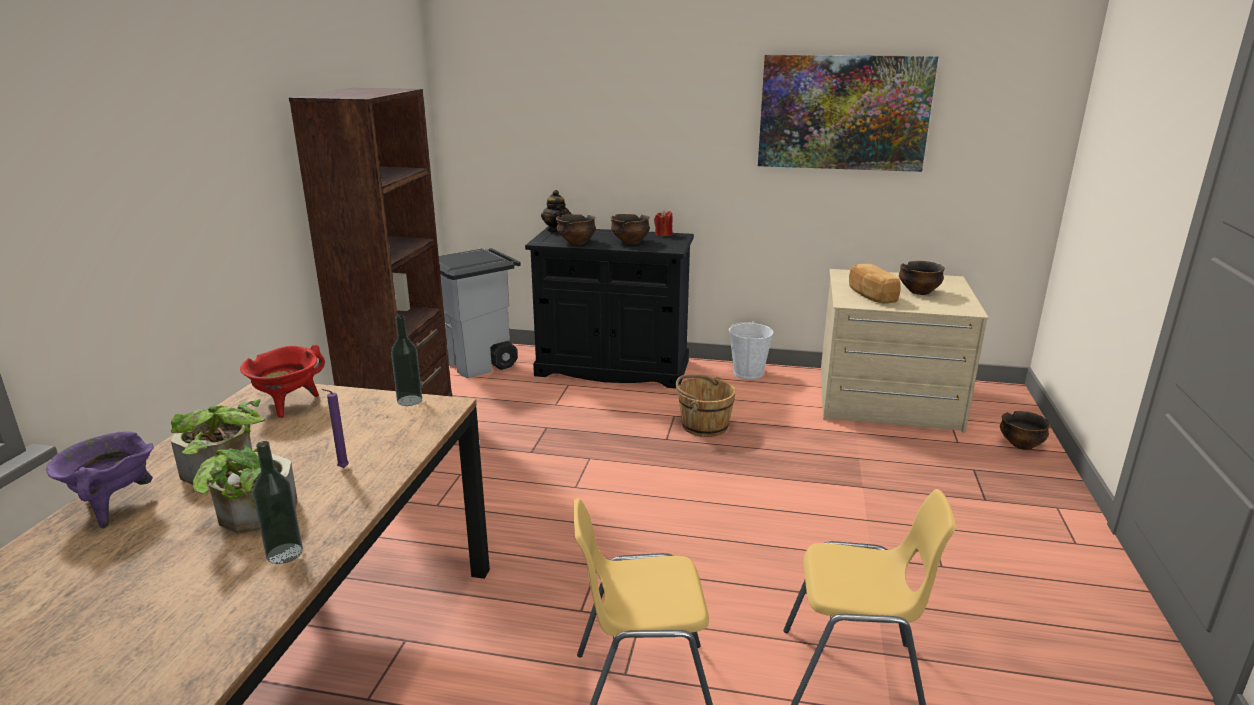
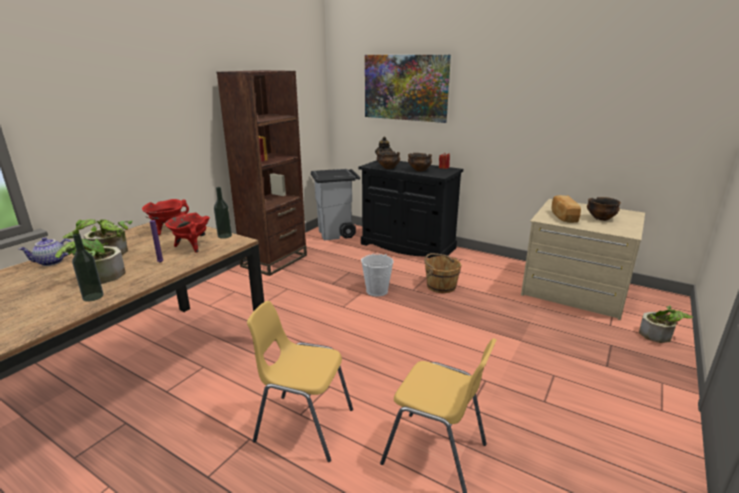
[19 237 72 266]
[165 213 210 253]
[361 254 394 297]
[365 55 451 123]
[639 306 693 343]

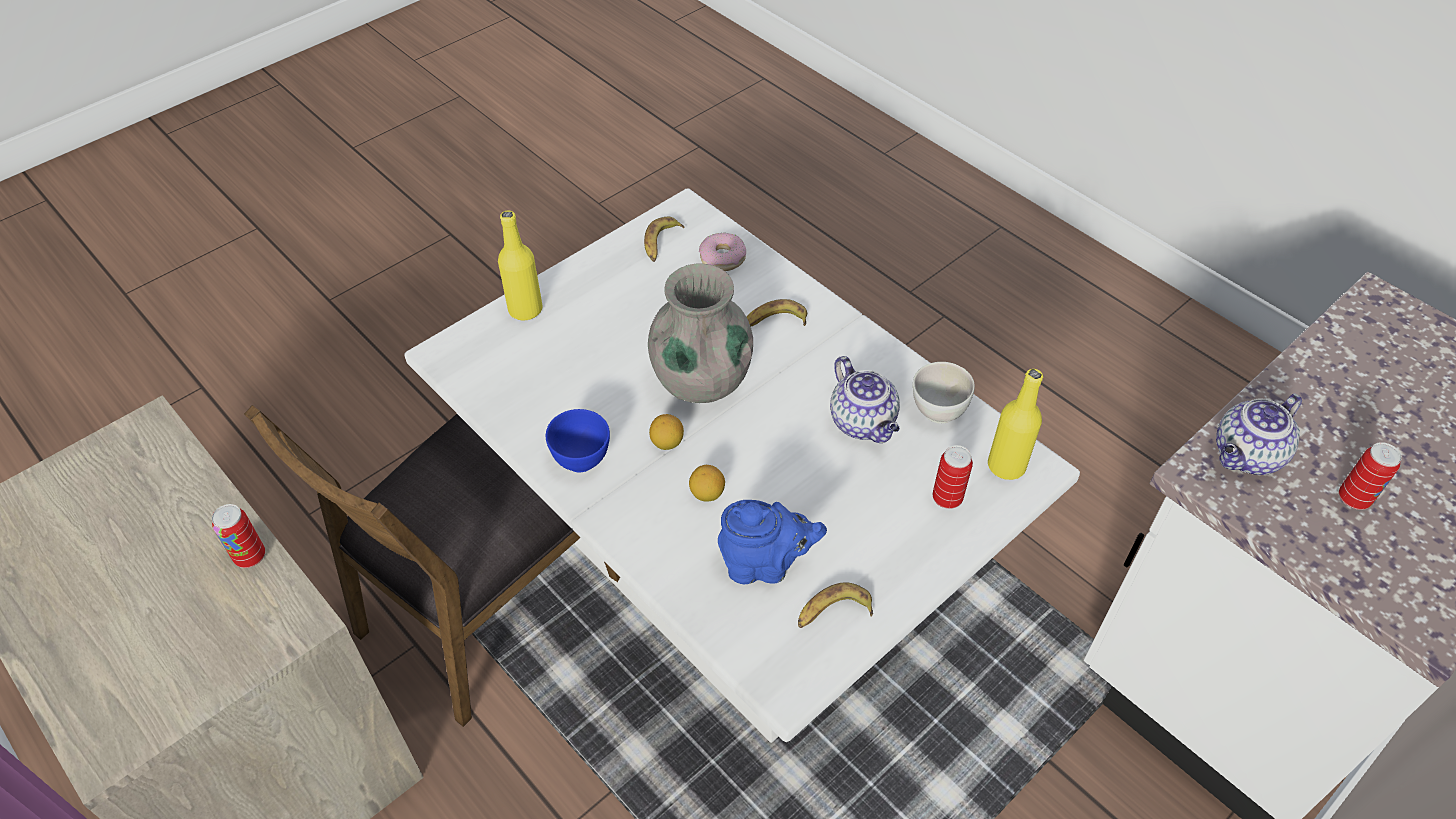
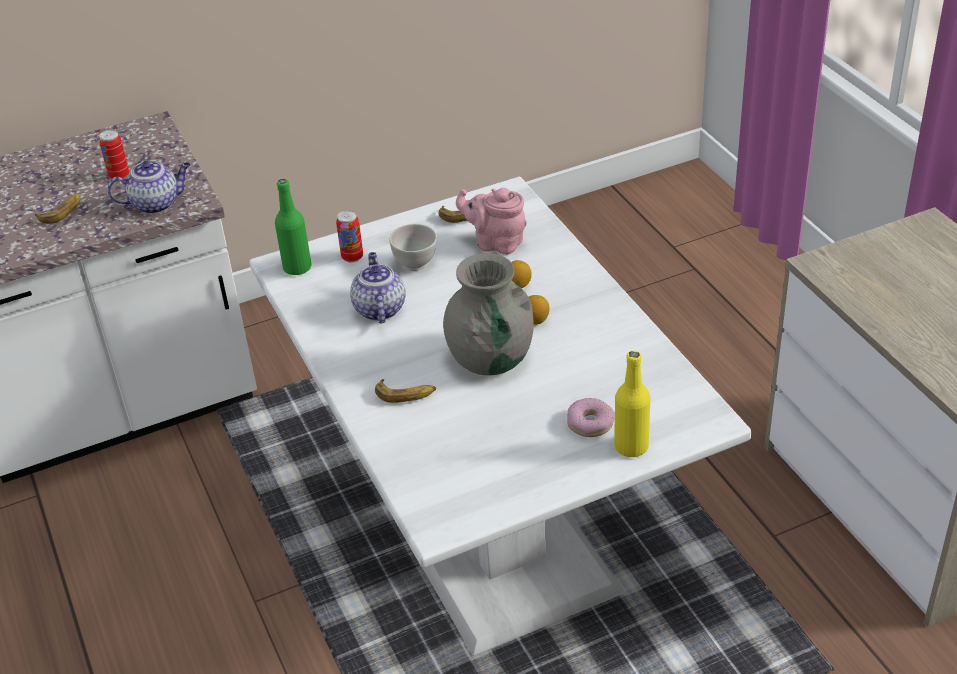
[35 194 81 224]
[275 179 311 276]
[390 224 437 271]
[456 188 527 255]
[567 398 615 437]
[212 504 265 568] (first image)
[244 405 620 727] (first image)
[546 409 610 472] (first image)

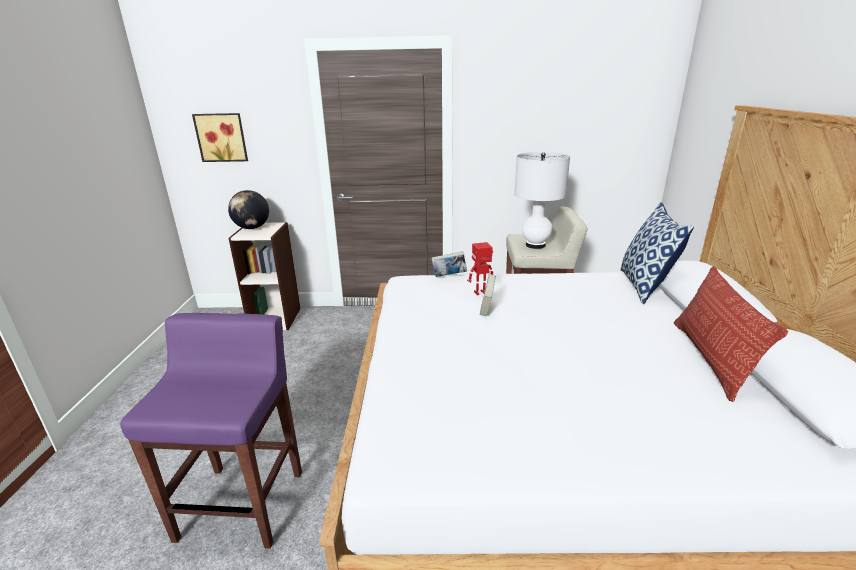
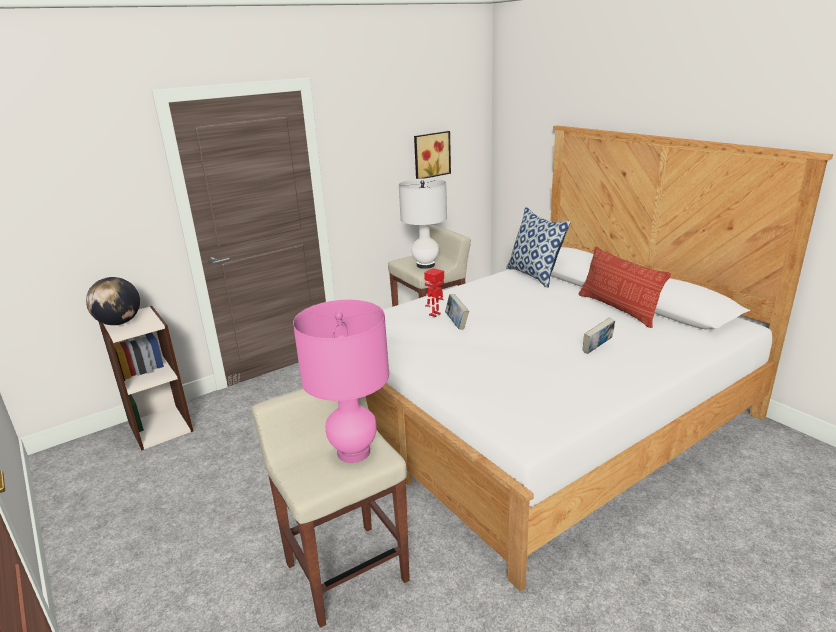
[252 388 410 628]
[293 300 389 463]
[414 131 451 179]
[583 317 615 354]

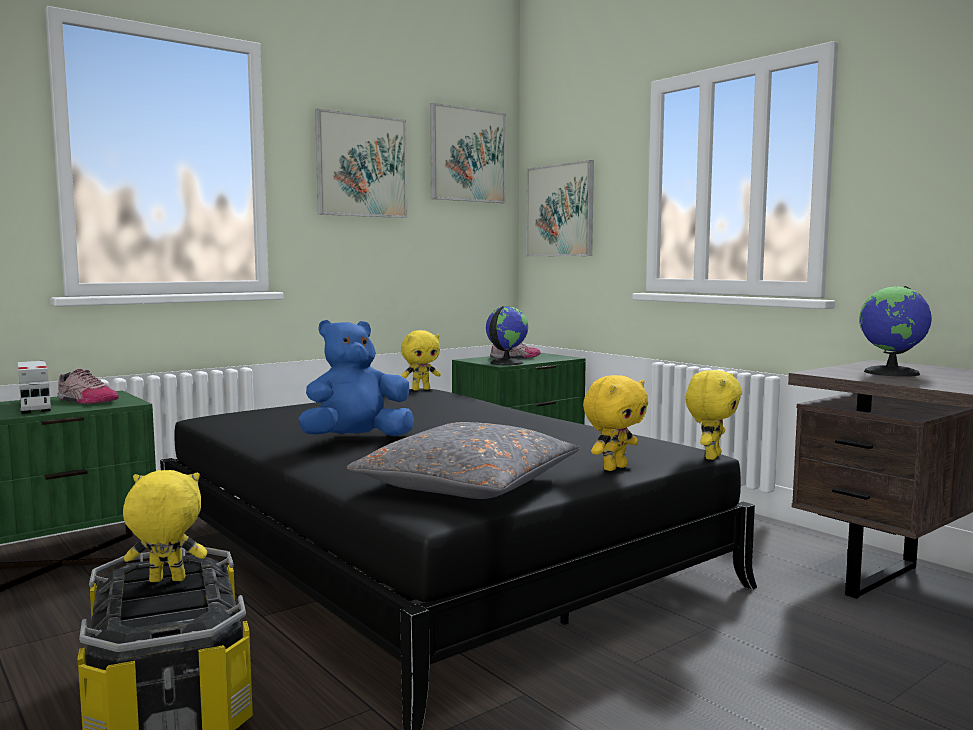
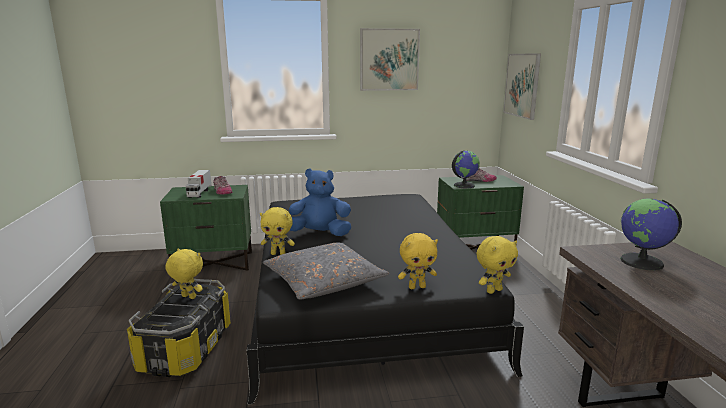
[260 207 295 255]
[430 103 506 203] (first image)

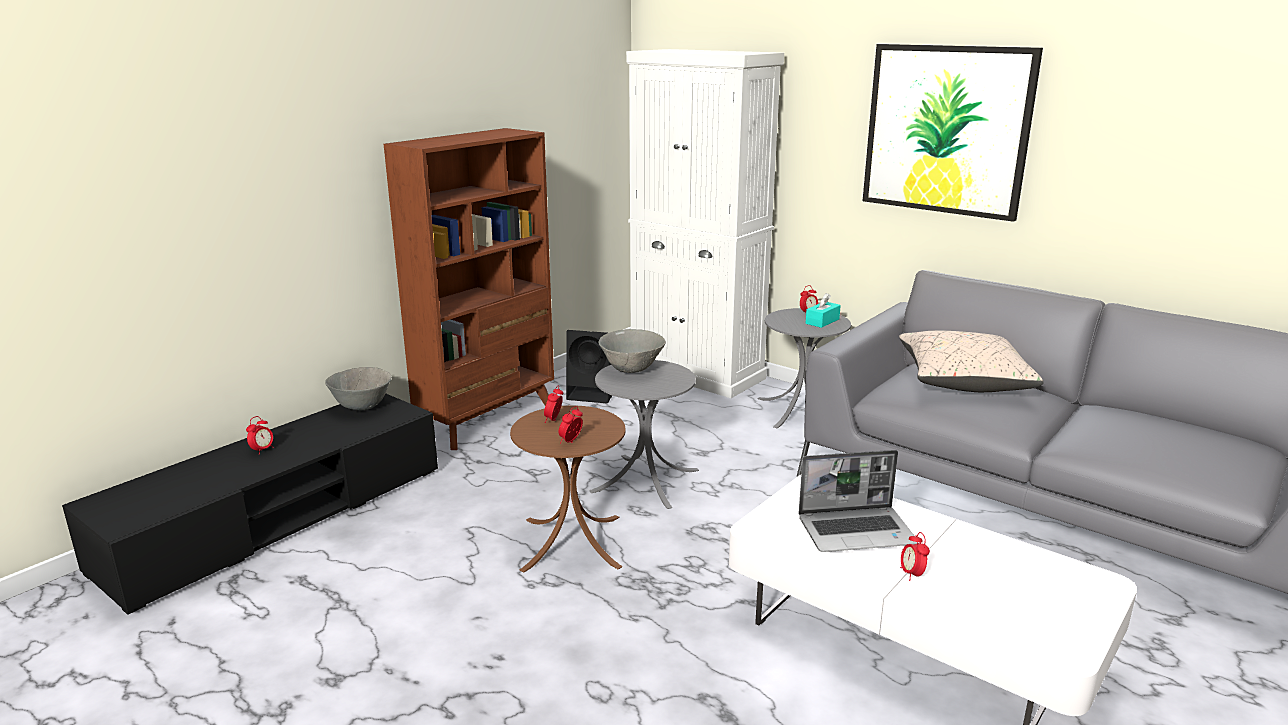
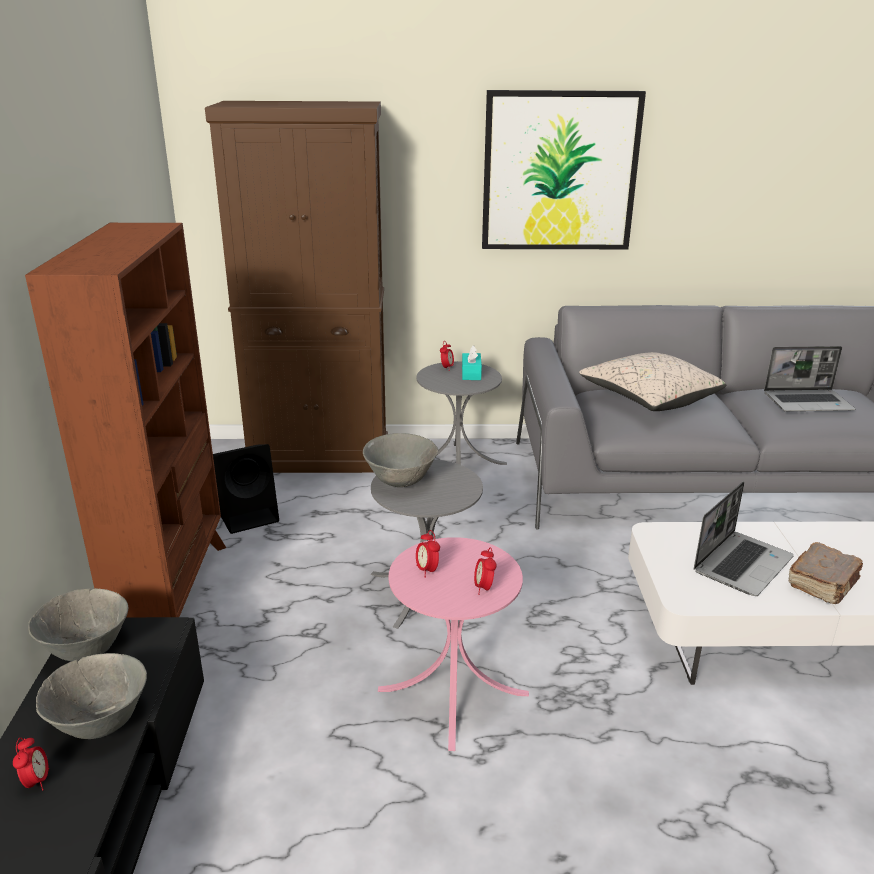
[36 653 147 739]
[205 101 388 473]
[378 537 529 751]
[764 346 855 411]
[789 542 863 604]

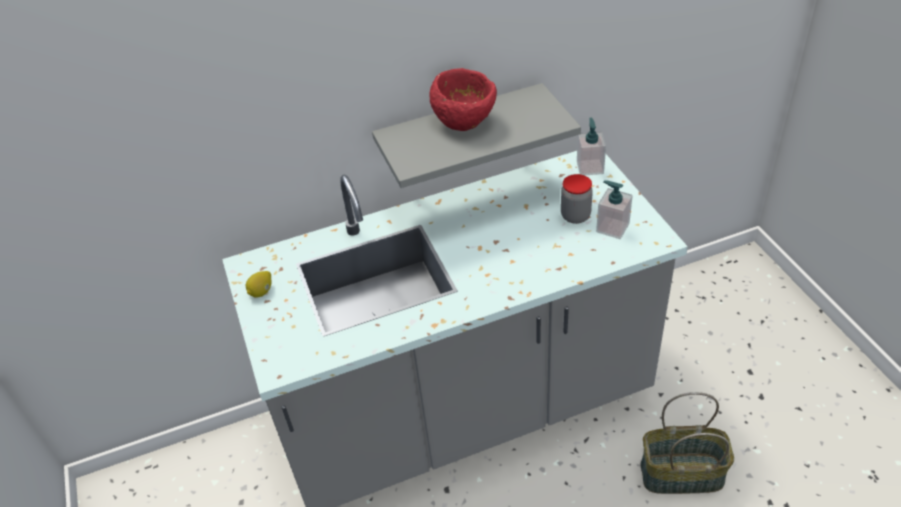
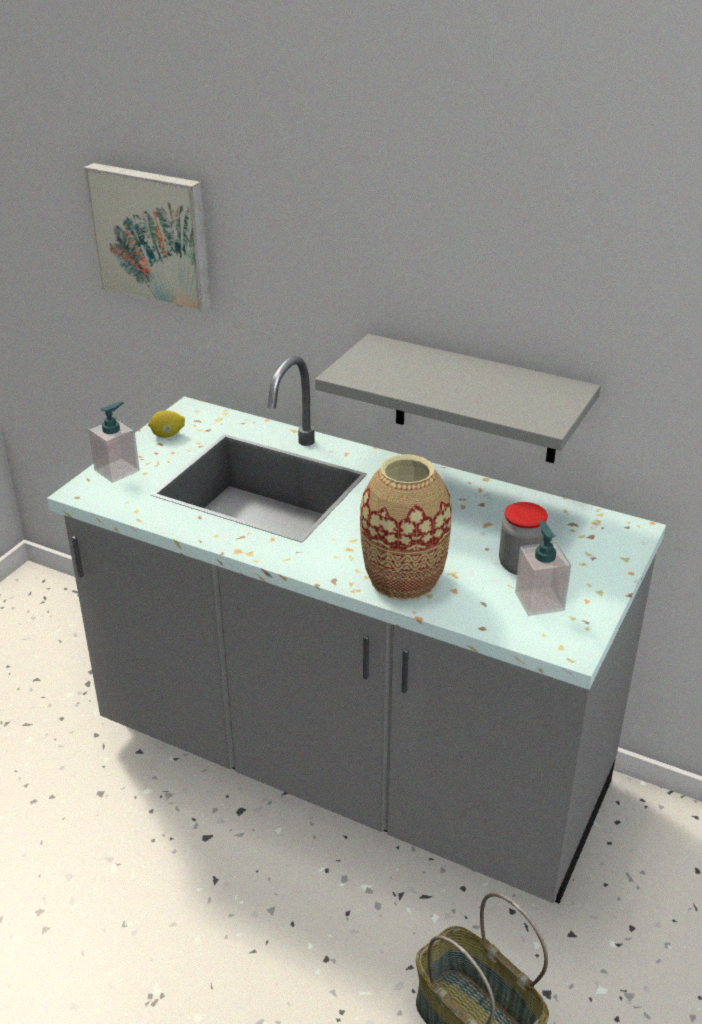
[84 163 211 313]
[88 401 140 483]
[360 455 452 600]
[430 68 497 131] (first image)

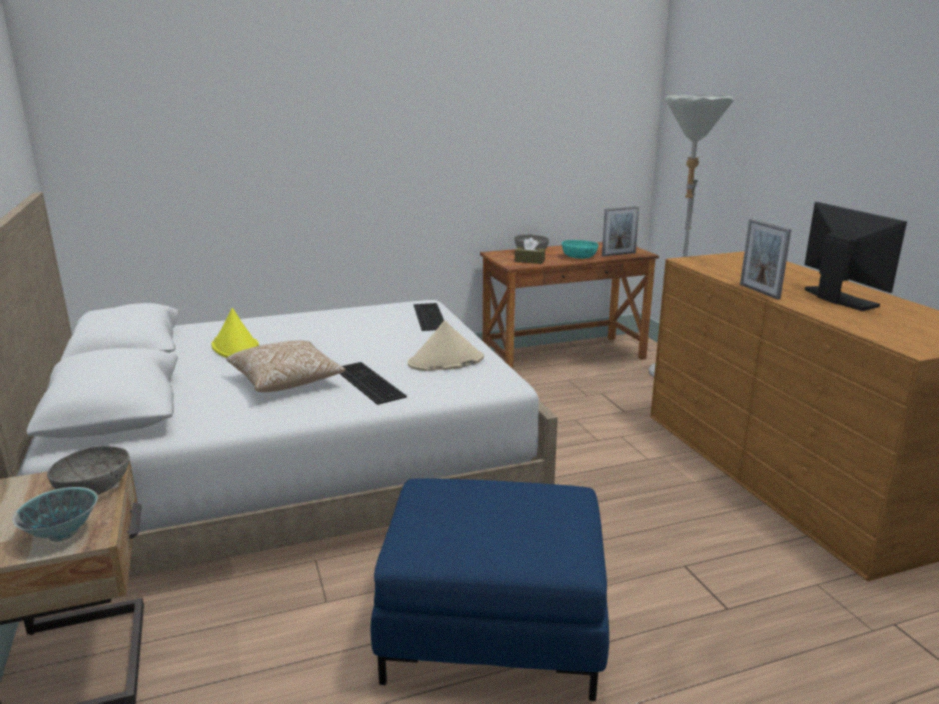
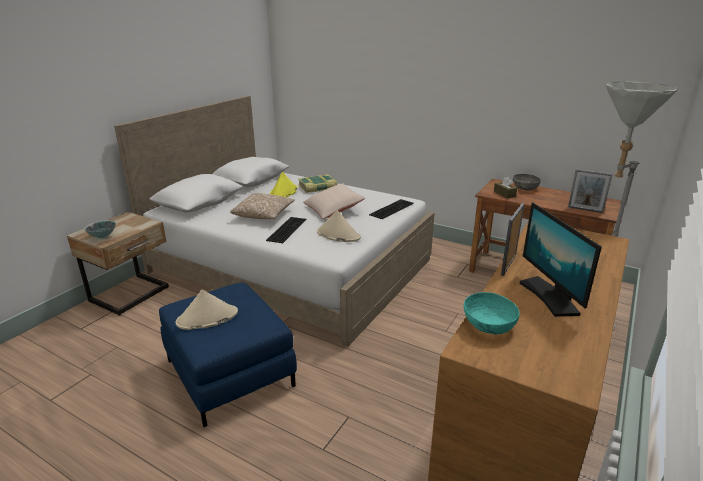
[175 290 238 330]
[298 174 338 193]
[303 183 365 219]
[464 292 520 334]
[519 202 602 317]
[47 446 129 495] (first image)

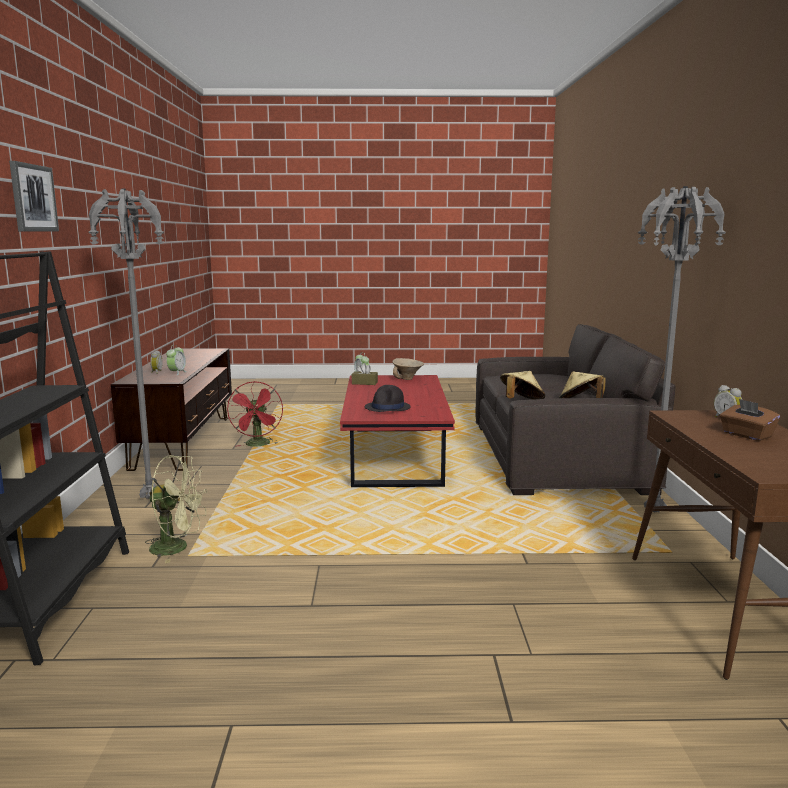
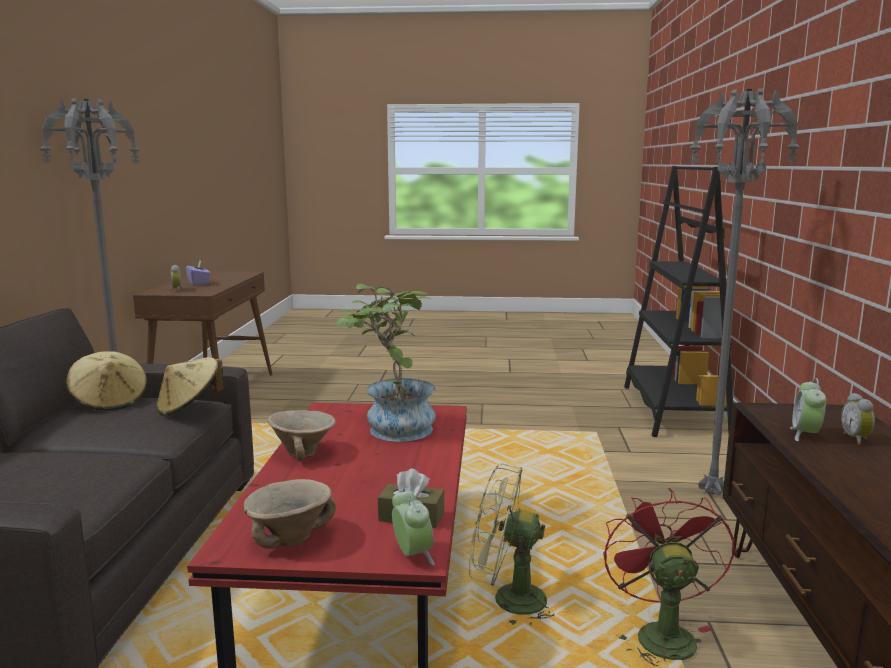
[186 260 211 286]
[267 410 336 461]
[336 284 436 442]
[469 463 554 626]
[9 161 59 231] (first image)

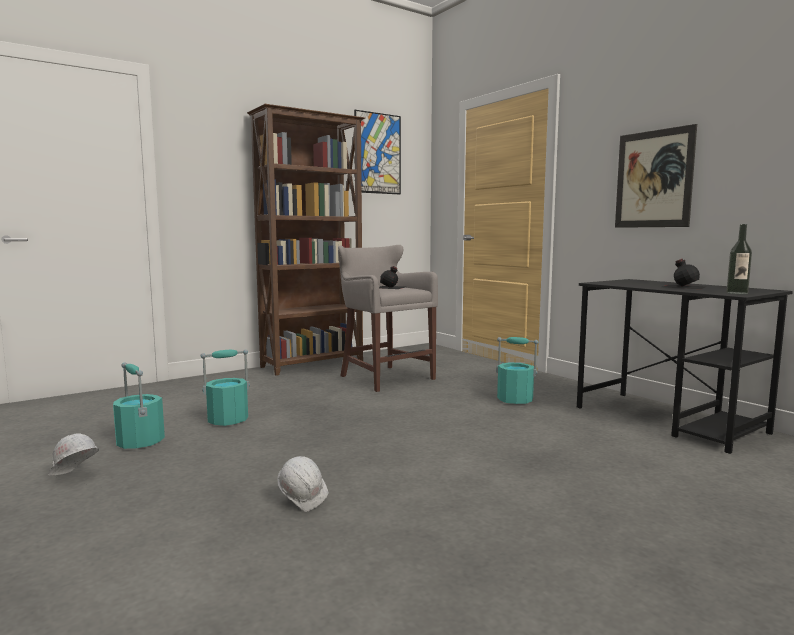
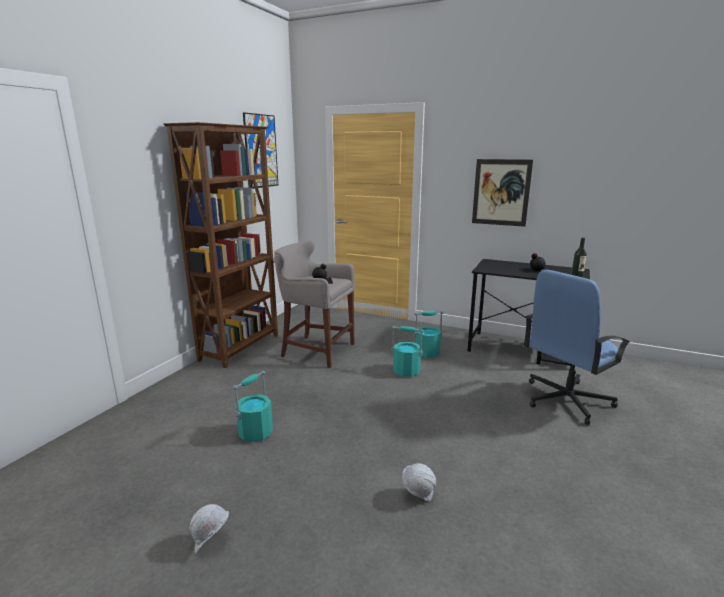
[391 326 424 377]
[524 270 630 425]

